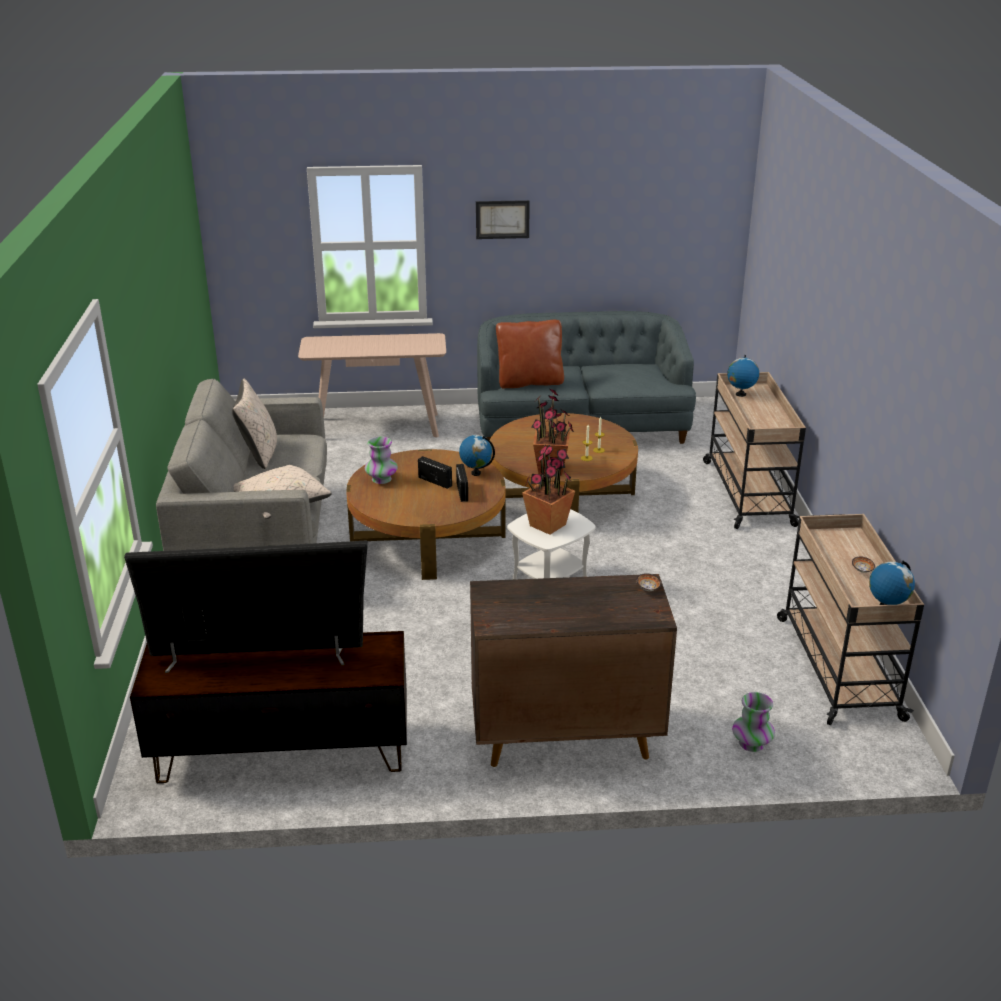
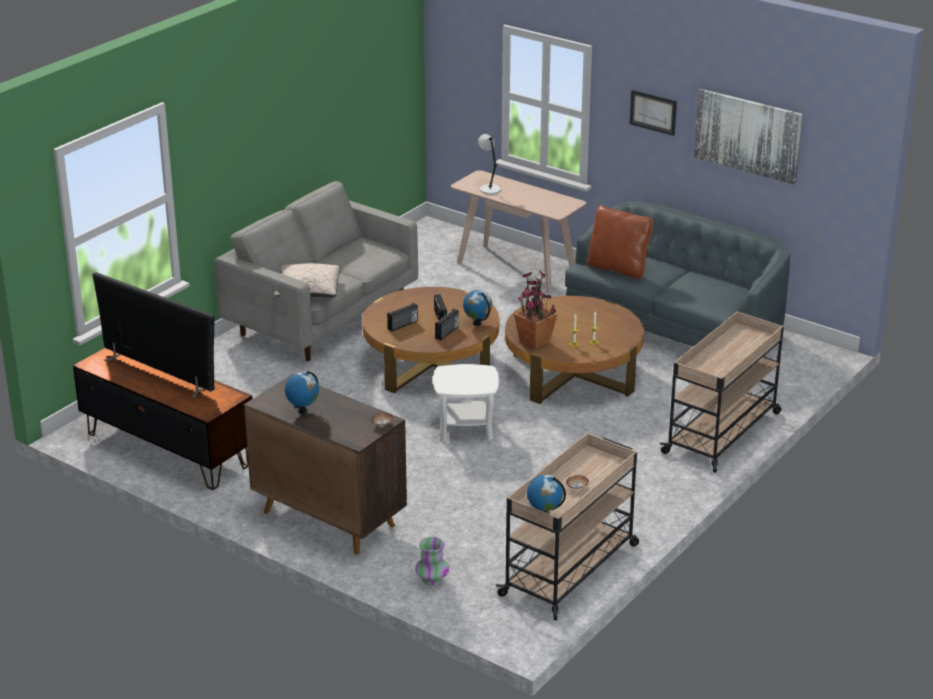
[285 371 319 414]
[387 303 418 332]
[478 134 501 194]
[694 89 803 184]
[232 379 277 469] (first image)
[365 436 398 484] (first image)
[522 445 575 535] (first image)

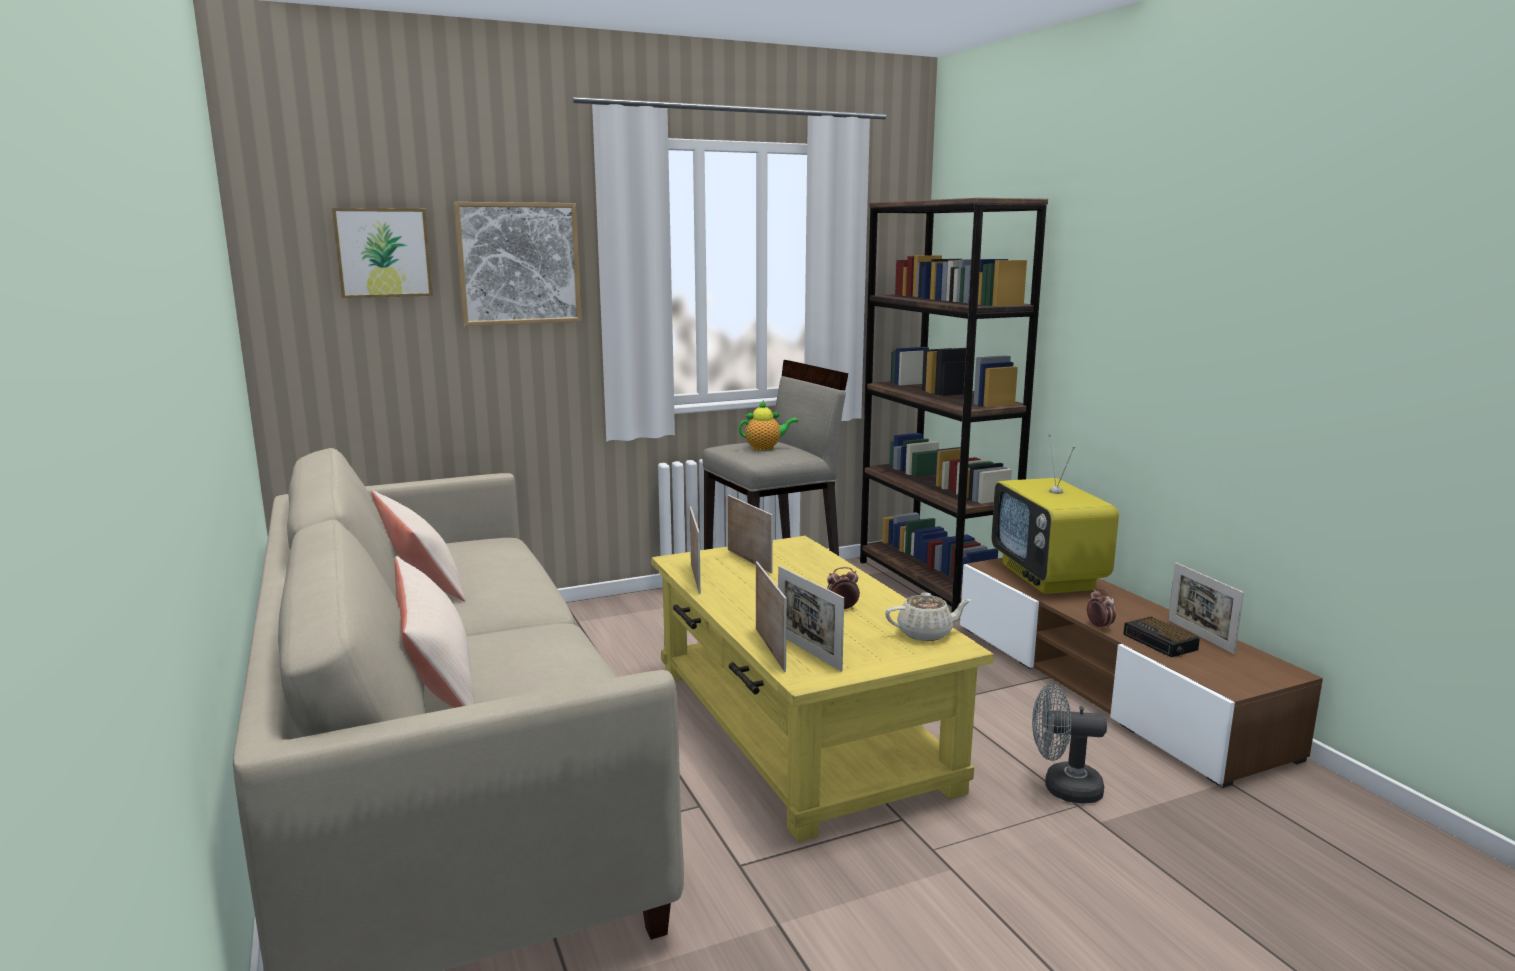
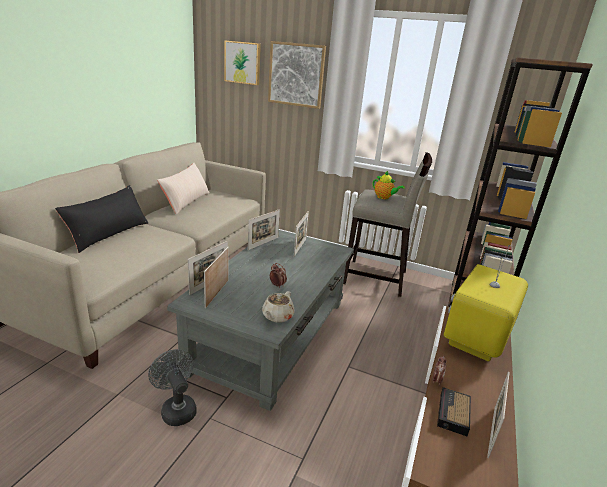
[55 185 148 253]
[148 349 197 426]
[167 230 354 411]
[262 291 295 323]

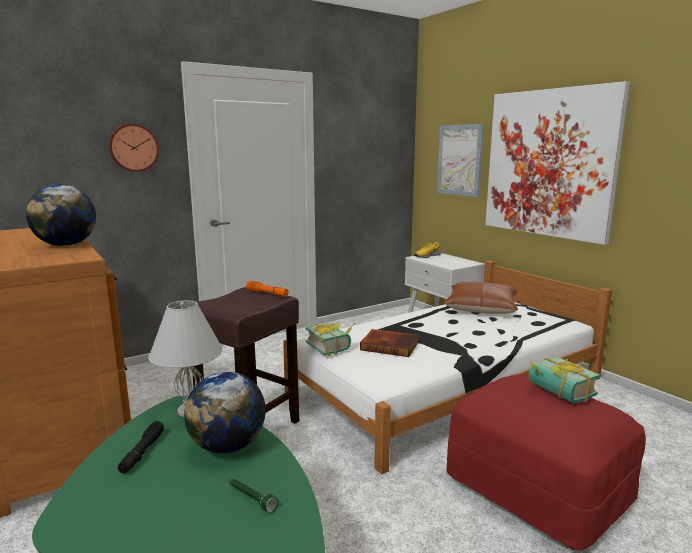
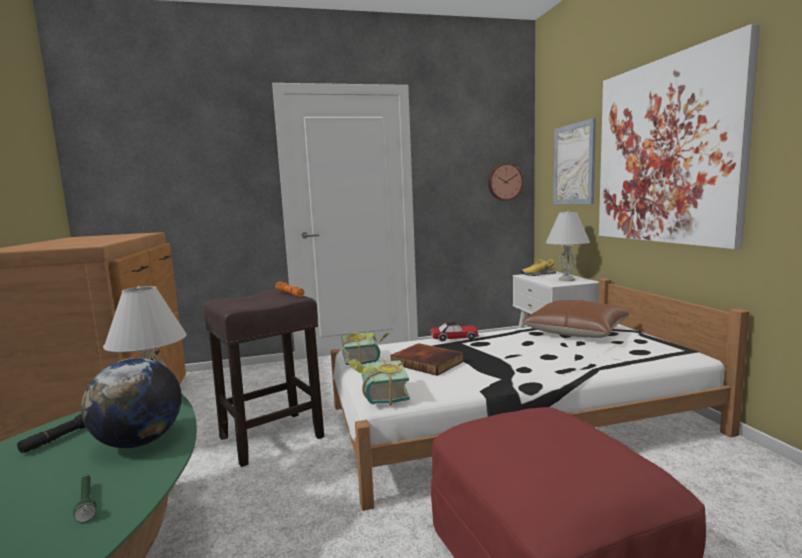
[347 359 410 406]
[431 322 479 341]
[488 163 524 201]
[546 211 590 281]
[26 184 96 246] (first image)

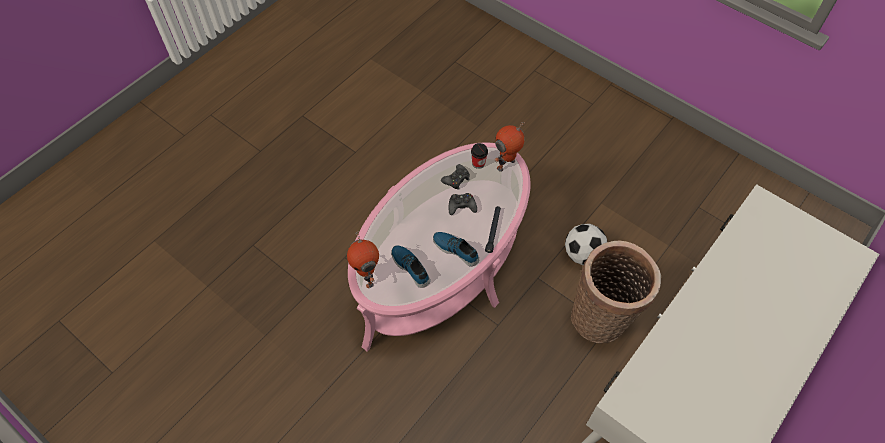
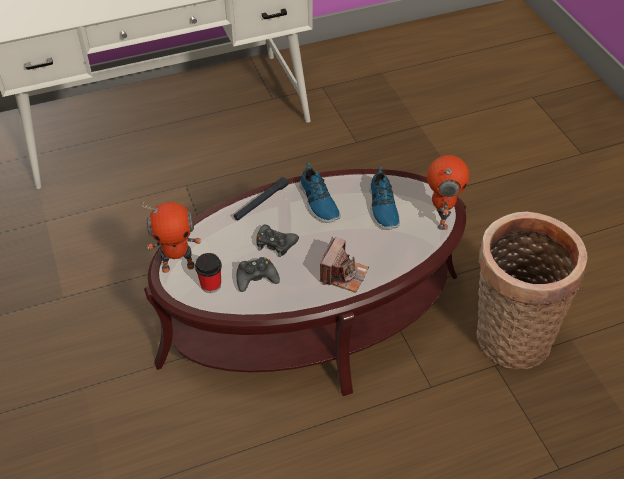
[144 169 466 396]
[320 237 369 292]
[477 212 588 369]
[565 224 607 265] (first image)

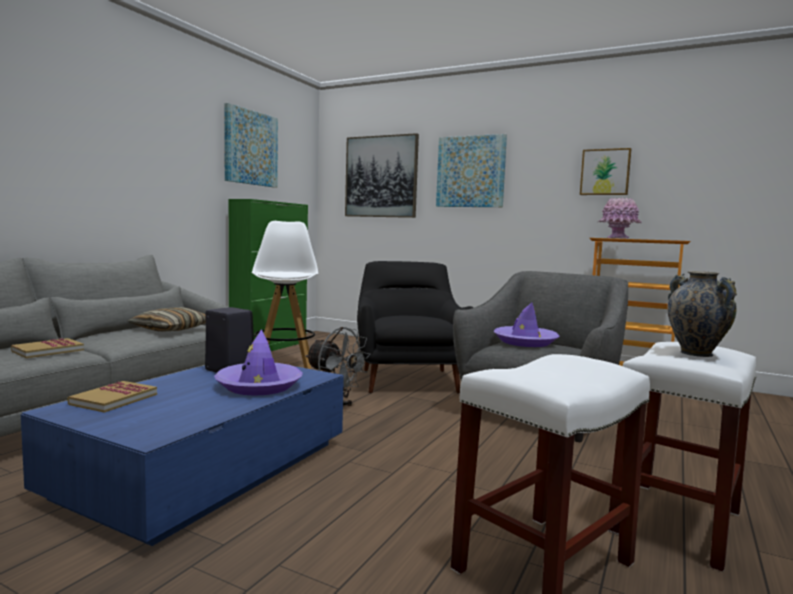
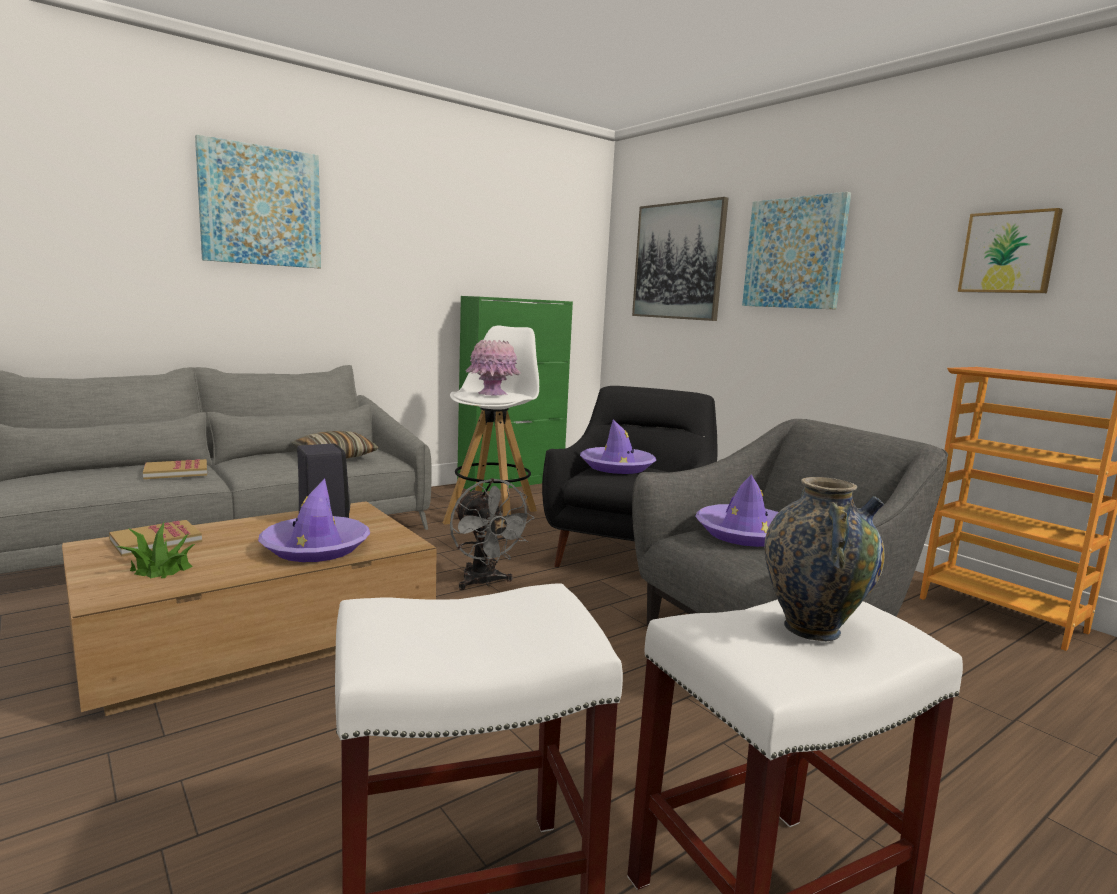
[62 501 437 716]
[116 522 195 578]
[195 135 321 268]
[466 339 521 396]
[580 420 656 474]

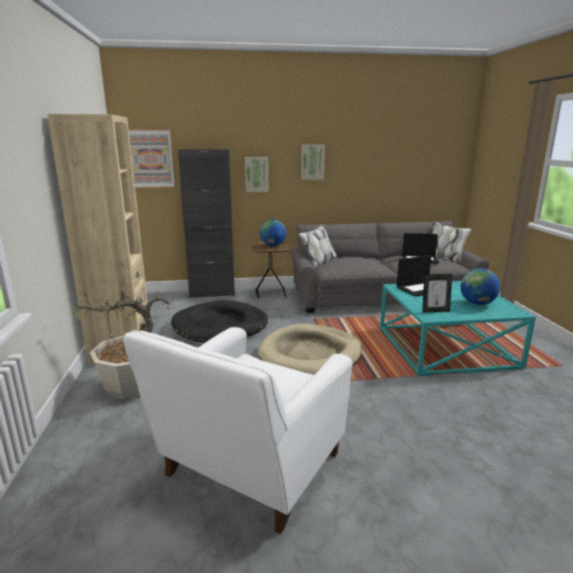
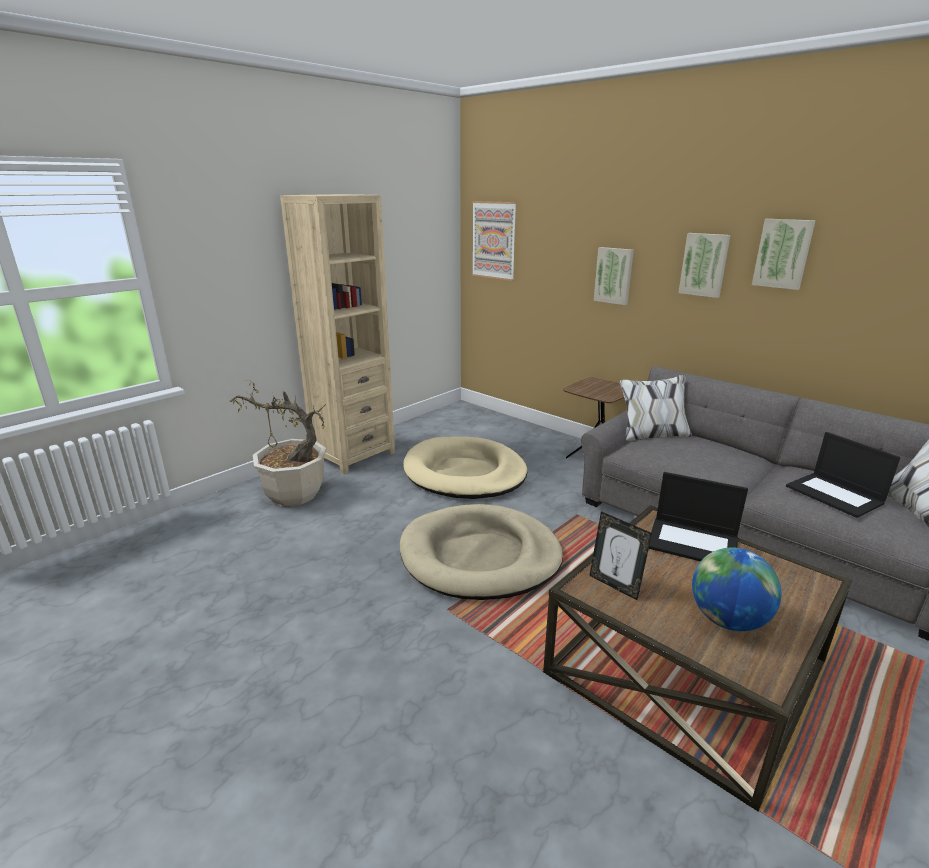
[403 436 528 499]
[543 505 852 812]
[752 219 816 290]
[124 327 353 534] (first image)
[178 149 235 298] (first image)
[260 220 286 246] (first image)

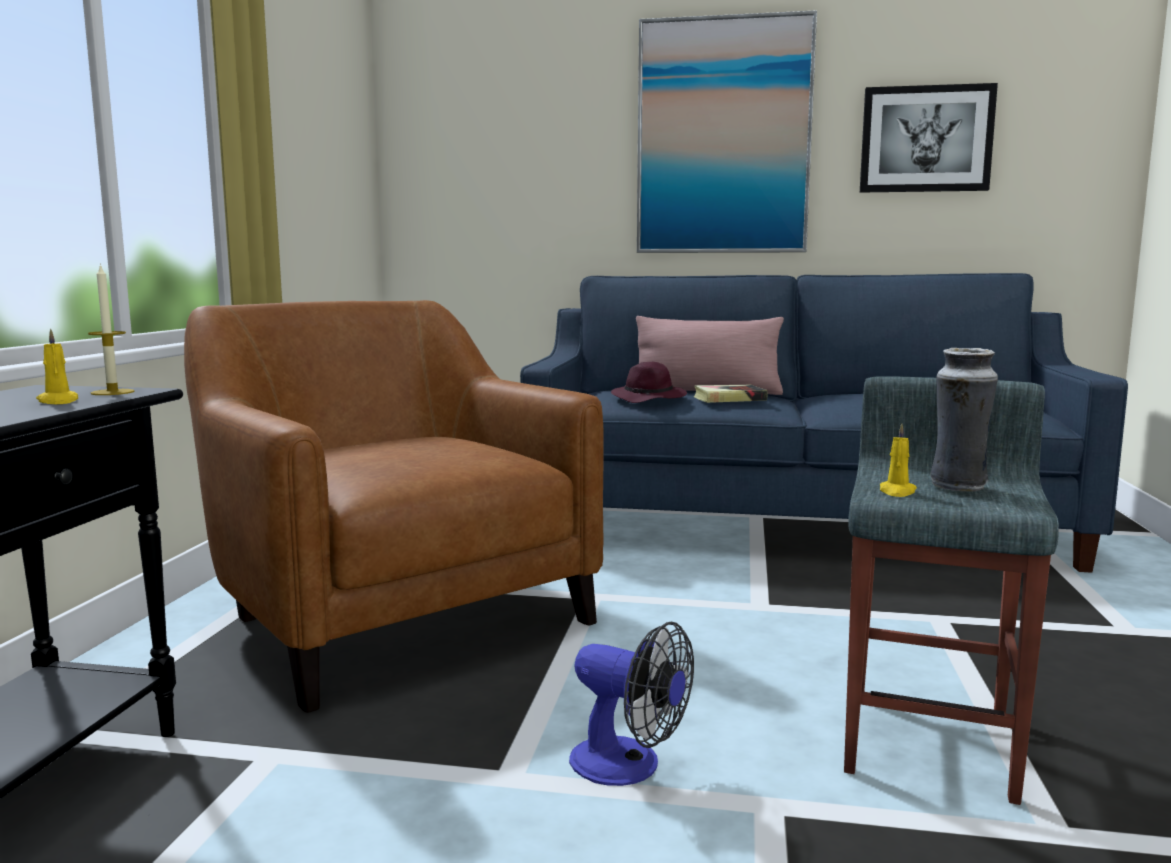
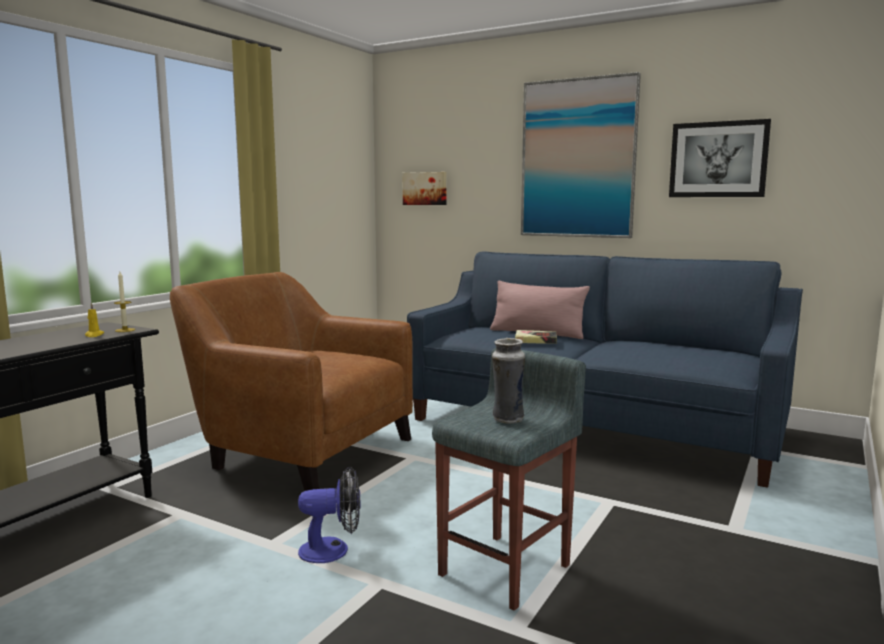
[170 272 413 491]
[298 467 361 563]
[402 172 446 205]
[611 362 687 403] (first image)
[880 424 917 497] (first image)

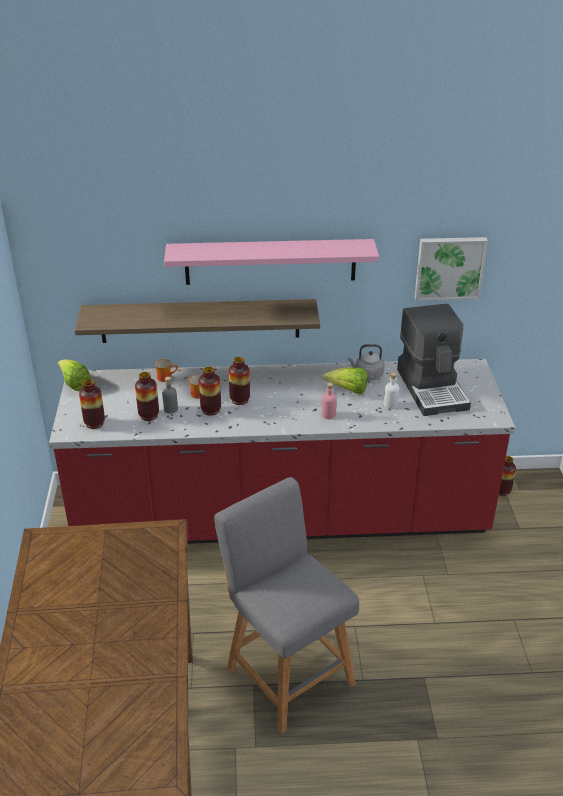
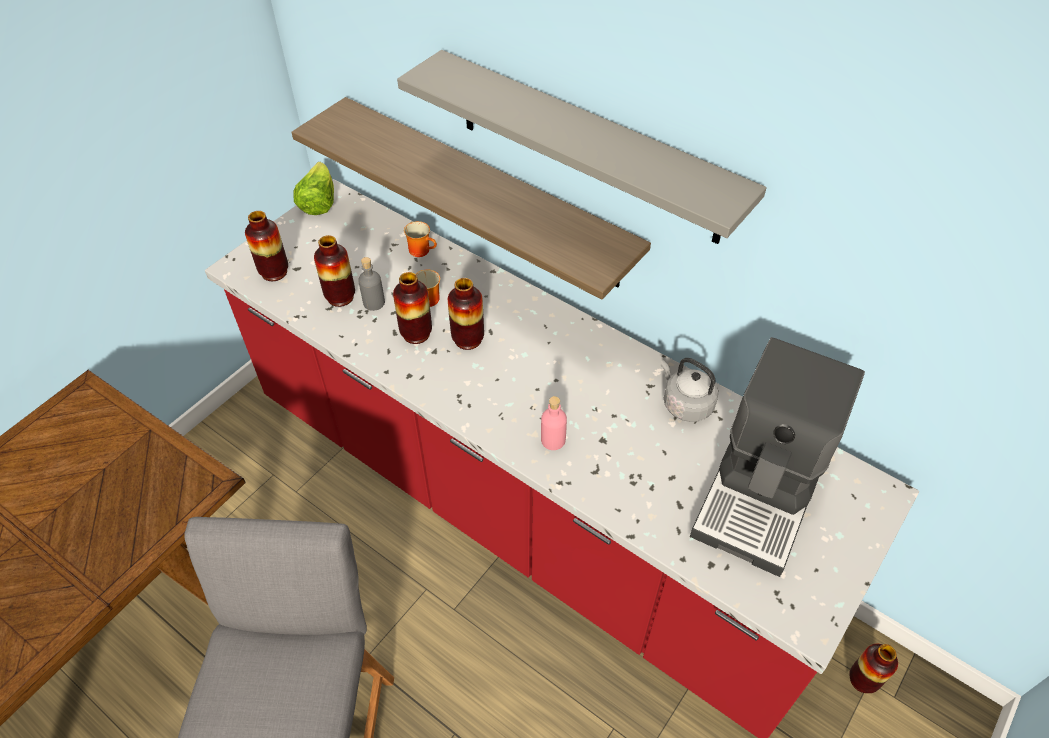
[397 50 767 244]
[322 368 368 394] (first image)
[384 372 399 409] (first image)
[415 237 488 301] (first image)

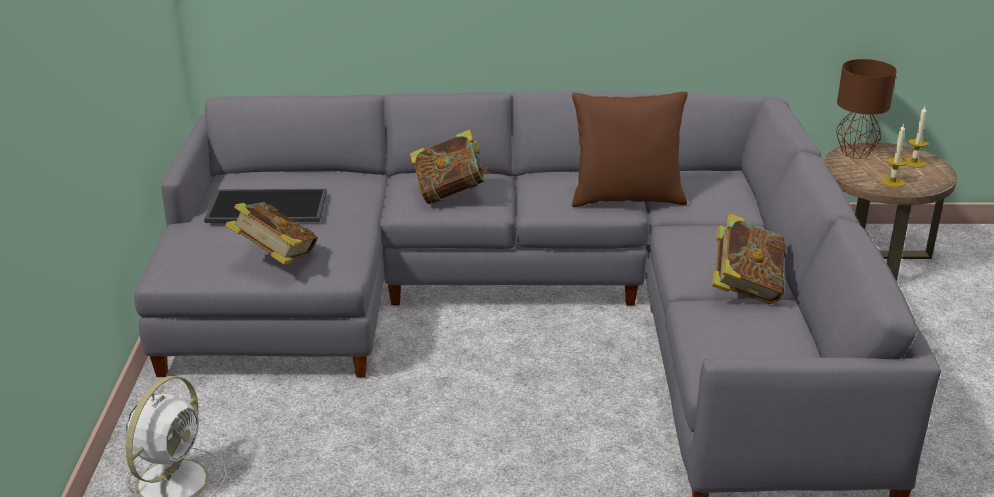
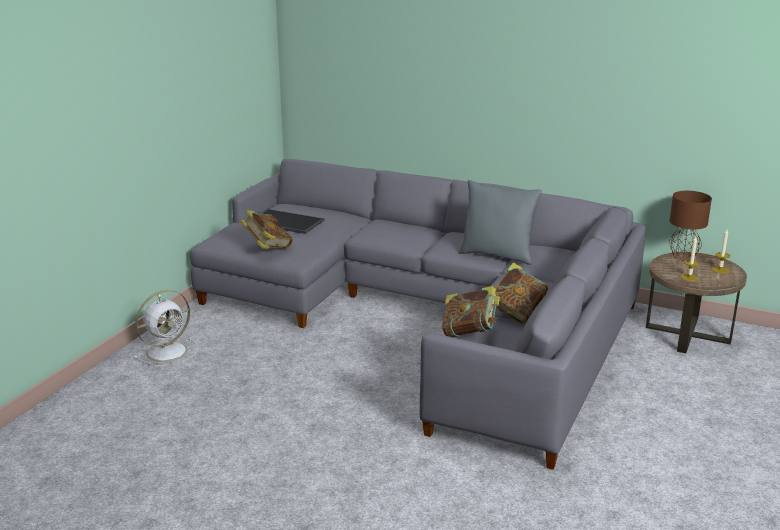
[442 286 500 337]
[459 180 542 265]

